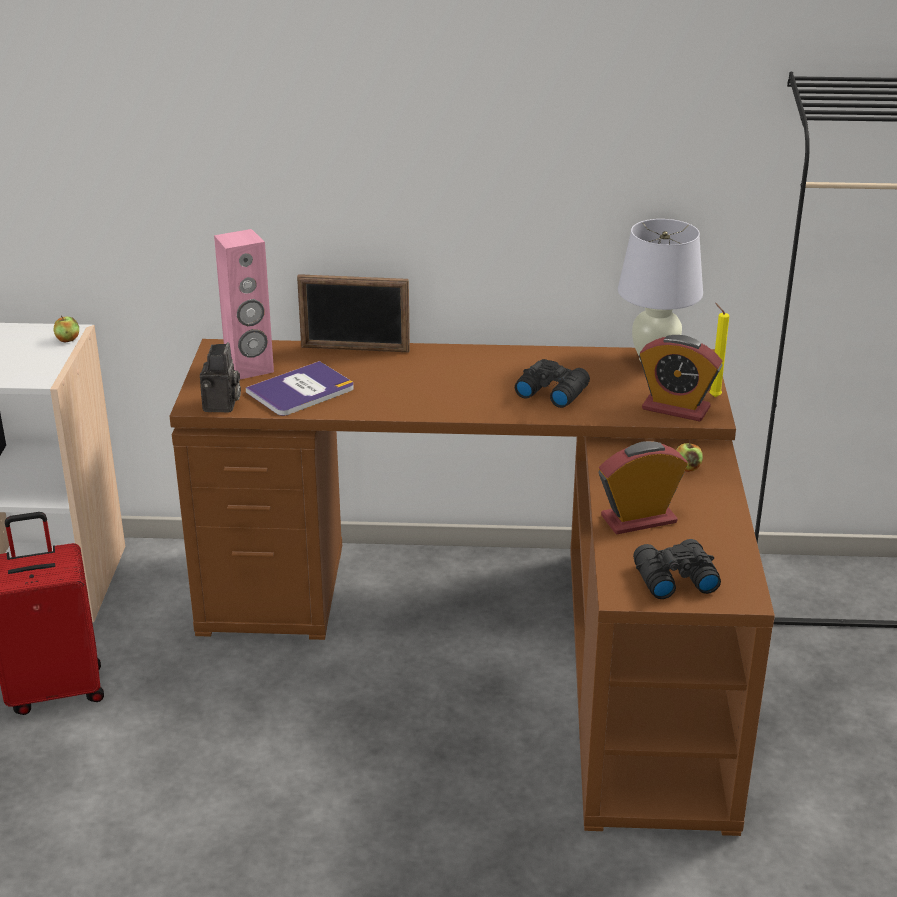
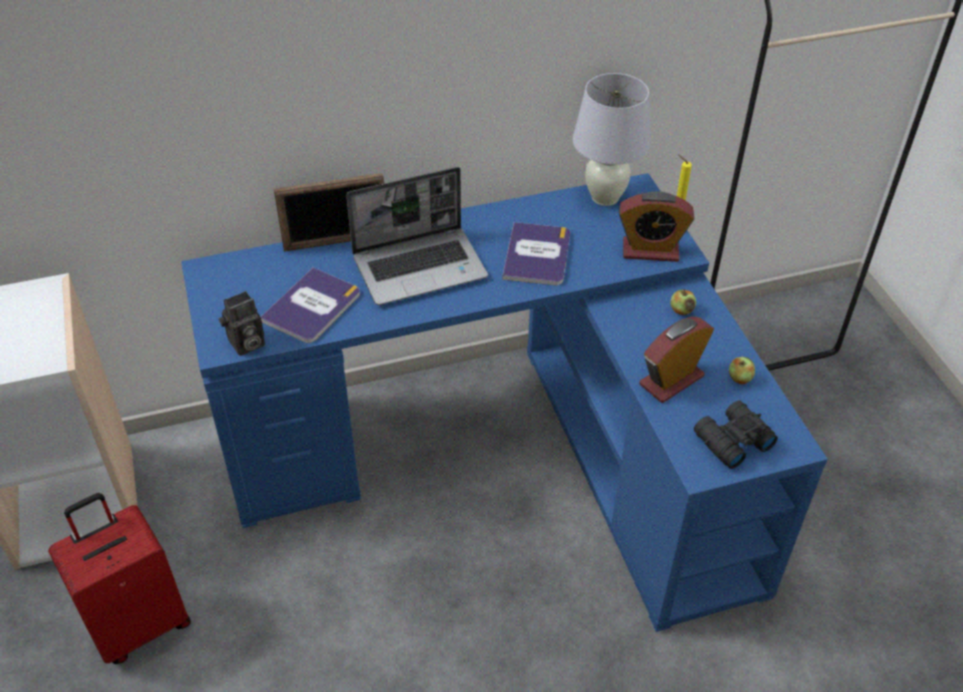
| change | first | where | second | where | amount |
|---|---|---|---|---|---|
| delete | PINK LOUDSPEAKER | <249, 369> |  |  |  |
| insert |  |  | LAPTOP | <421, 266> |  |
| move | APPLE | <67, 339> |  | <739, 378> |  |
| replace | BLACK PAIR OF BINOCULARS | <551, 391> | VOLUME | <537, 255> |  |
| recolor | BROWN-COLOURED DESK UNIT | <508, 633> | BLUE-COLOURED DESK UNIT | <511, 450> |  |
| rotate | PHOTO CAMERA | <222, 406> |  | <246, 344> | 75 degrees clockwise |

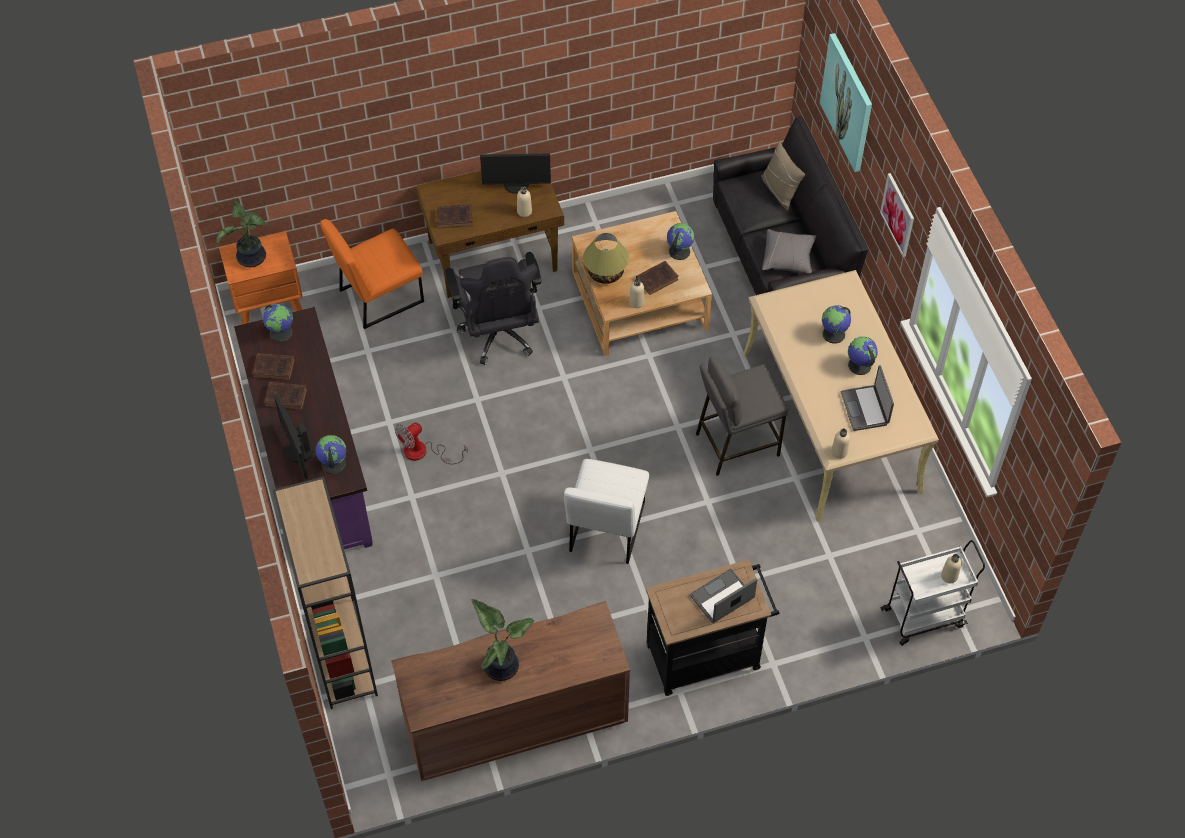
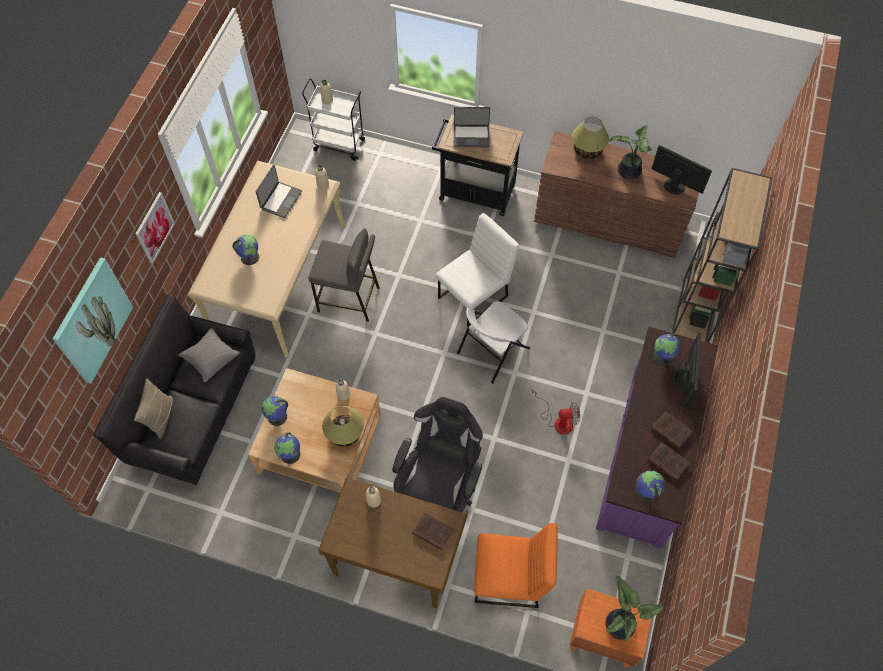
| change | first | where | second | where | amount |
|---|---|---|---|---|---|
| delete | BROWN-COLOURED VOLUME | <658, 279> |  |  |  |
| insert |  |  | WHITISH PLAIN CHAIR | <493, 350> |  |
| insert |  |  | TABLE LAMP | <587, 151> |  |
| move | COMPUTER SCREEN | <516, 185> |  | <674, 185> |  |
| move | WORLD GLOBE | <859, 365> |  | <290, 454> |  |

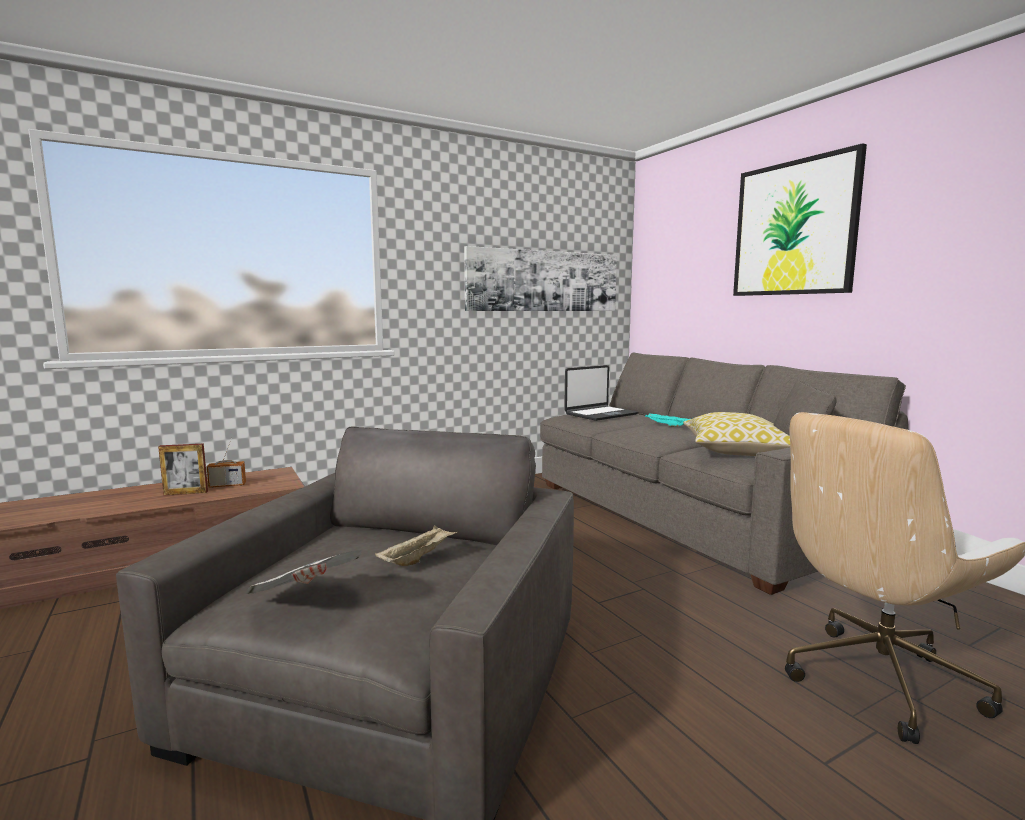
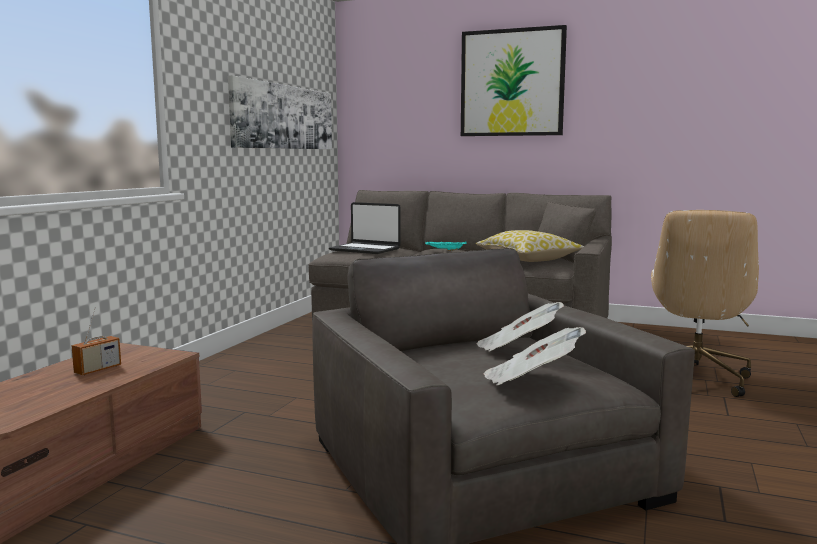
| change | first | where | second | where | amount |
|---|---|---|---|---|---|
| delete | STANDING FRAME | <186, 493> |  |  |  |
| replace | BEIGE-COLOURED SERVING TRAY | <418, 558> | NEWSPAPER | <517, 348> |  |
| rotate | LAPTOP | <600, 414> |  | <365, 249> | 105 degrees clockwise |

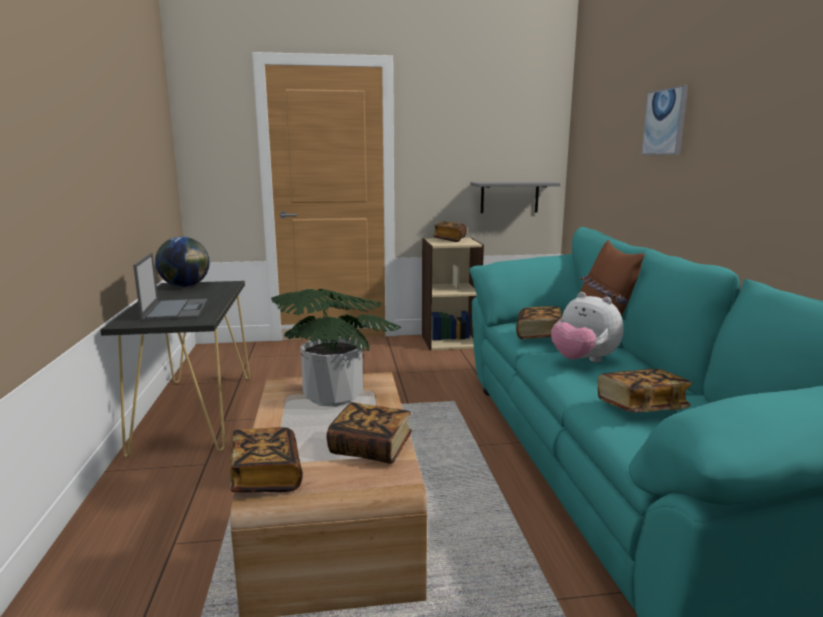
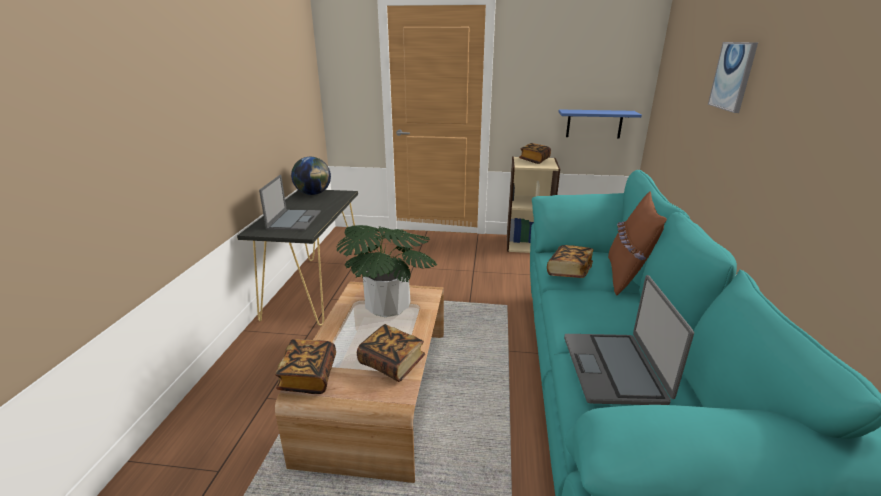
| change | first | where | second | where | amount |
|---|---|---|---|---|---|
| delete | CUDDLY TOY | <583, 360> |  |  |  |
| replace | VOLUME | <641, 407> | LAPTOP | <614, 369> |  |
| recolor | GRAY BRACKET SHELF | <509, 197> | BLUE-COLOURED BRACKET SHELF | <594, 124> |  |

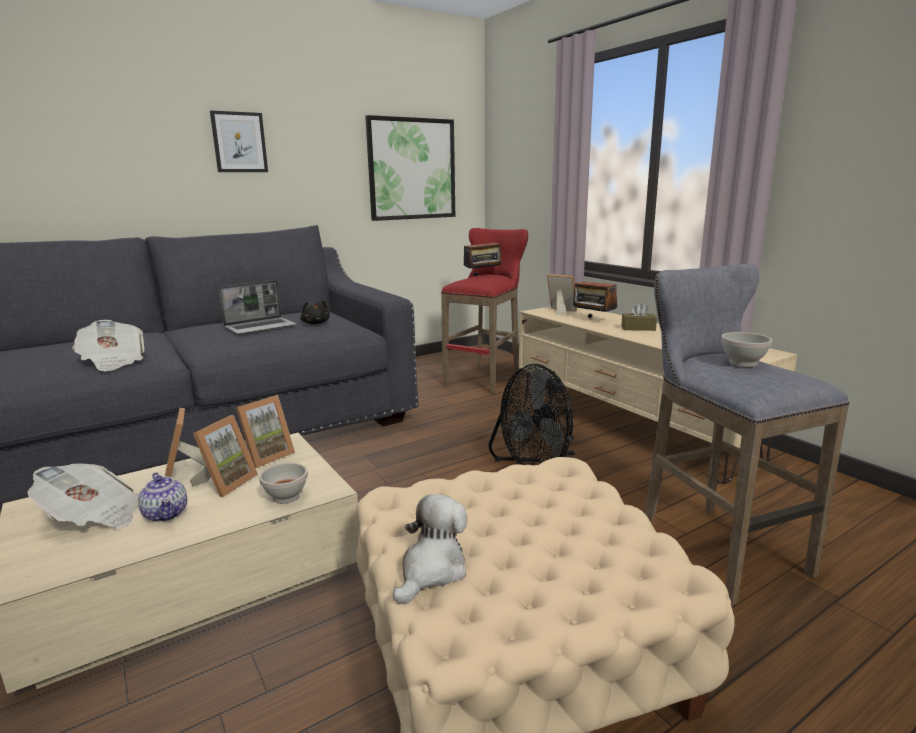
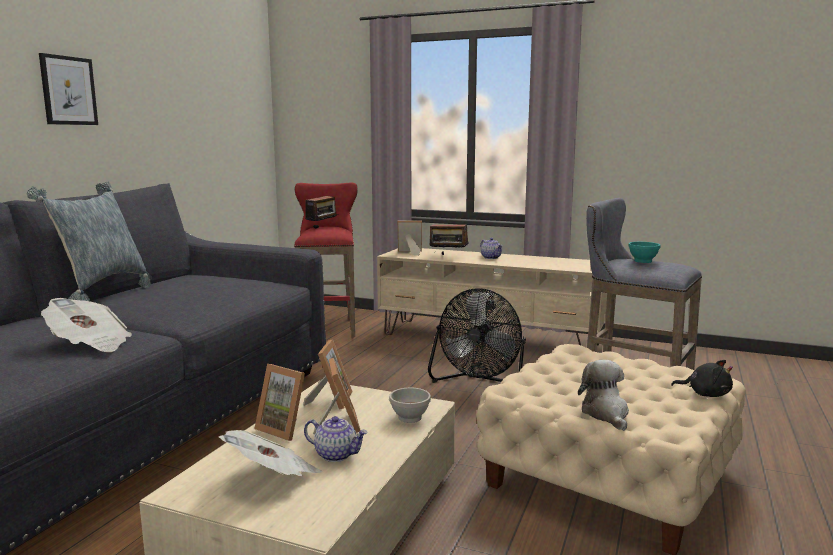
| change | first | where | second | where | amount |
|---|---|---|---|---|---|
| delete | LAPTOP | <261, 327> |  |  |  |
| delete | PICTURE | <412, 169> |  |  |  |
| insert |  |  | THROW PILLOW | <99, 296> |  |
| move | BLACK CUDDLY TOY | <316, 323> |  | <705, 394> |  |
| replace | BROWN-COLOURED TISSUE BOX | <638, 328> | POT FOR TEA | <491, 257> |  |
| recolor | WHITISH BOWL | <742, 363> | BLUE-GREEN BOWL | <642, 261> |  |

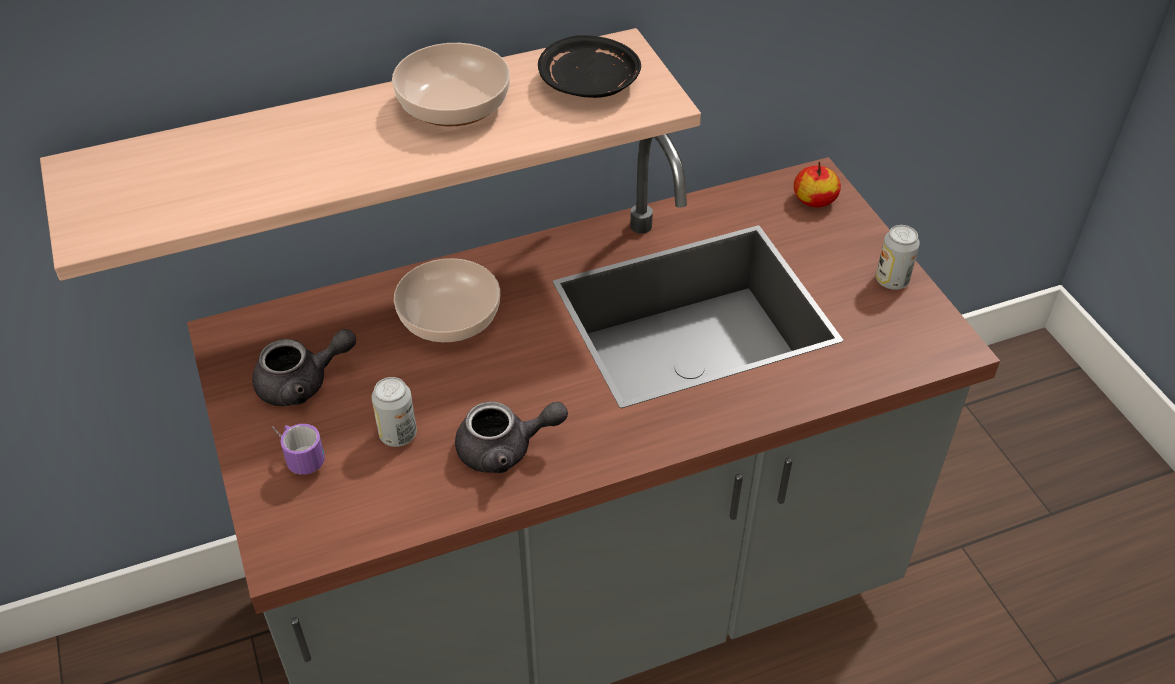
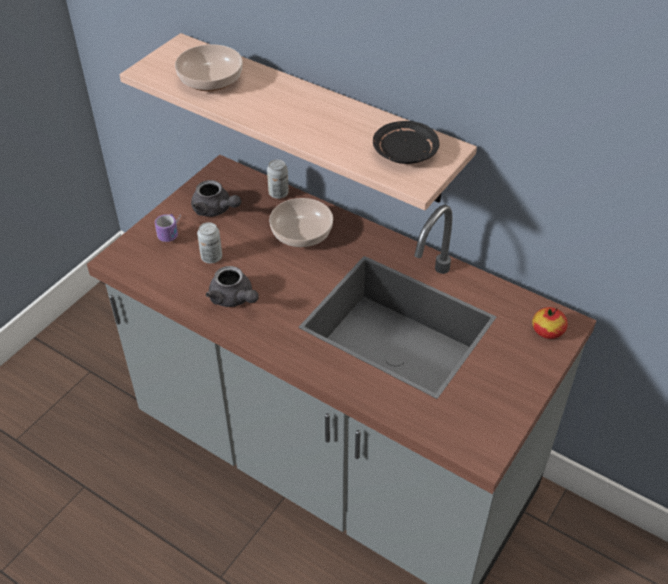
| change | first | where | second | where | amount |
|---|---|---|---|---|---|
| move | BOWL | <455, 106> |  | <210, 81> |  |
| move | CAN | <891, 280> |  | <278, 193> |  |

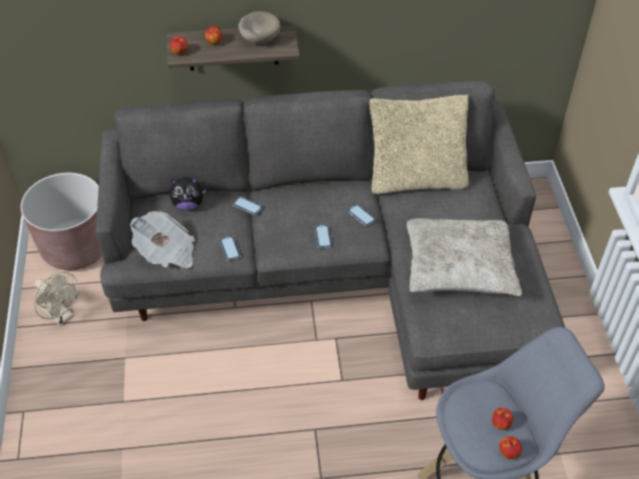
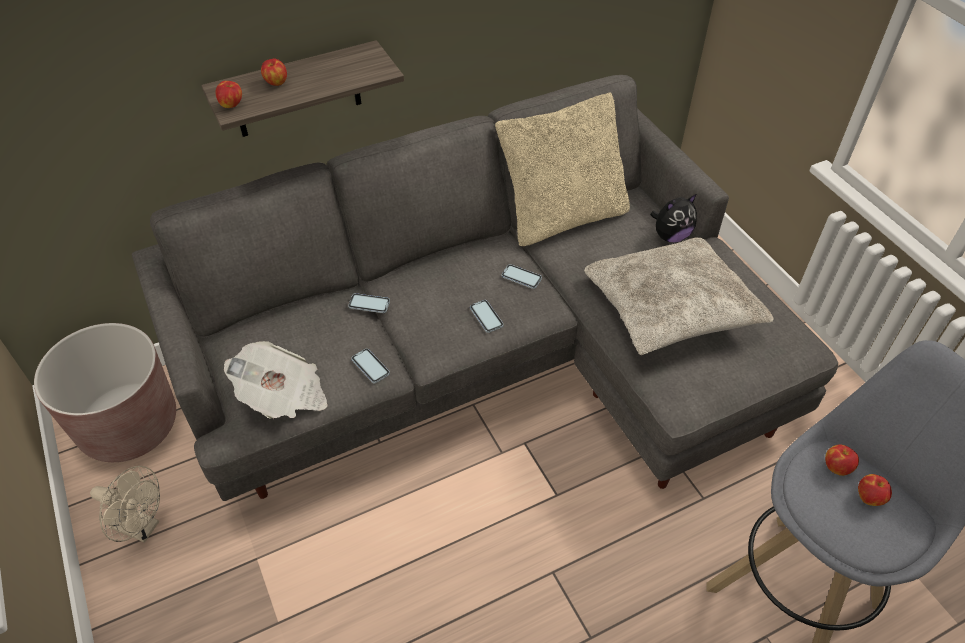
| change | first | where | second | where | amount |
|---|---|---|---|---|---|
| delete | BEIGE-COLOURED BOWL | <259, 38> |  |  |  |
| move | CUDDLY TOY | <188, 205> |  | <670, 236> |  |
| move | APPLE | <509, 452> |  | <836, 467> |  |

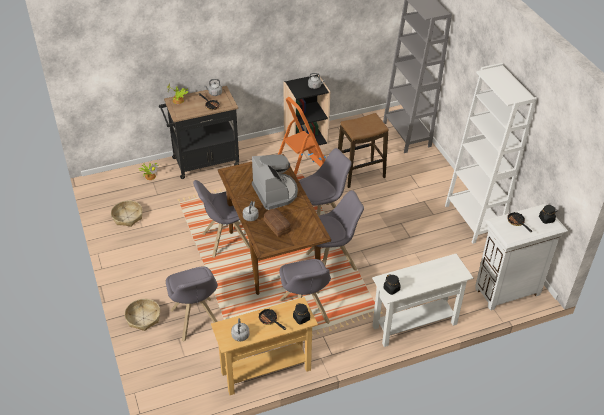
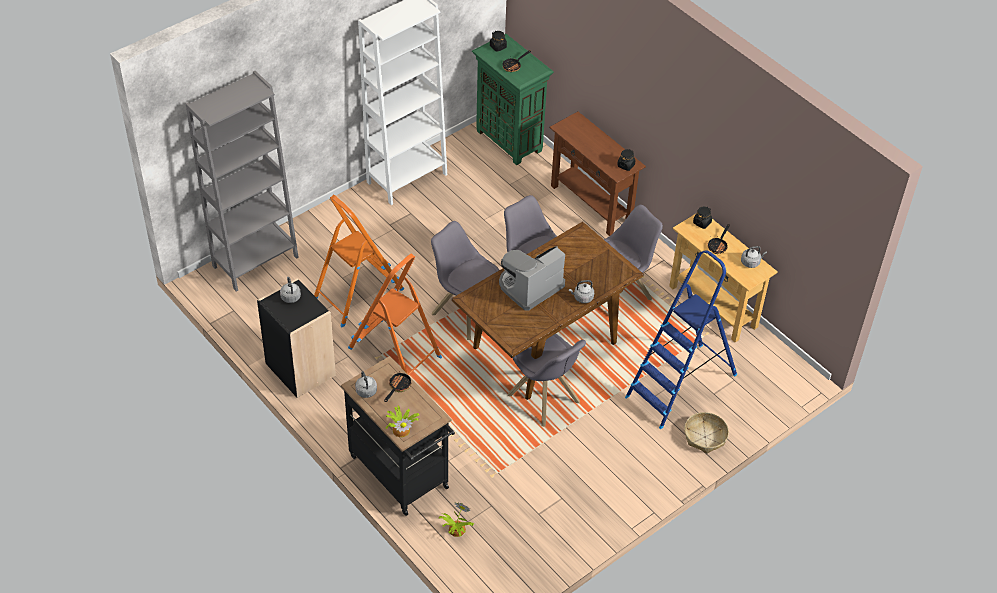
| change | first | where | second | where | amount |
|---|---|---|---|---|---|
| delete | BASKET | <127, 217> |  |  |  |
| delete | BAKED BREAD | <277, 225> |  |  |  |
| replace | GRAY PLAIN CHAIR | <196, 320> | BLUE-COLOURED STEP LADDER | <681, 386> |  |
| replace | STOOL SEAT | <360, 174> | ORANGE STEP LADDER | <359, 293> |  |
| recolor | WHITISH NARROW TABLE | <414, 325> | BROWN-COLOURED NARROW TABLE | <591, 204> |  |
| recolor | WHITISH CUPBOARD | <507, 292> | GREENISH CUPBOARD | <510, 141> |  |

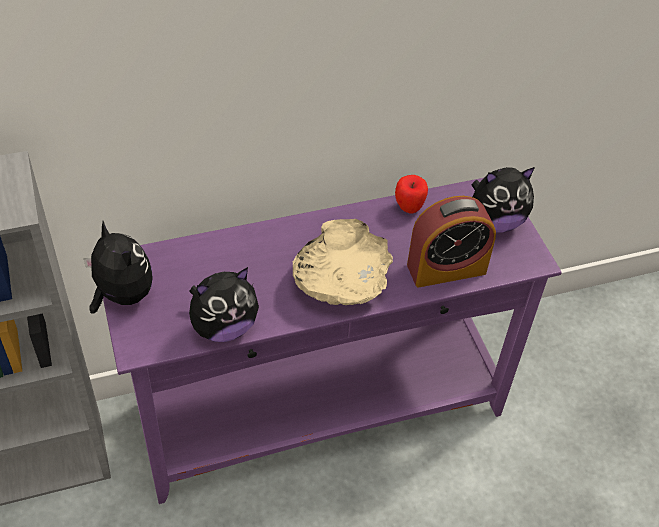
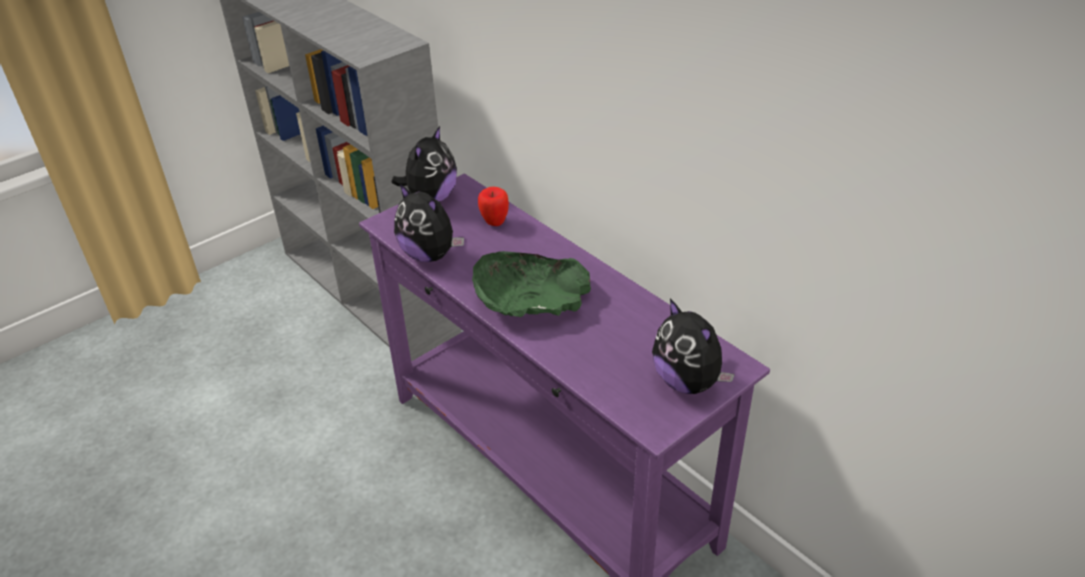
| change | first | where | second | where | amount |
|---|---|---|---|---|---|
| delete | BEDSIDE CLOCK | <446, 269> |  |  |  |
| move | APPLE | <408, 209> |  | <494, 222> |  |
| recolor | BEIGE-COLOURED BOWL | <342, 277> | GREENISH BOWL | <529, 299> |  |

